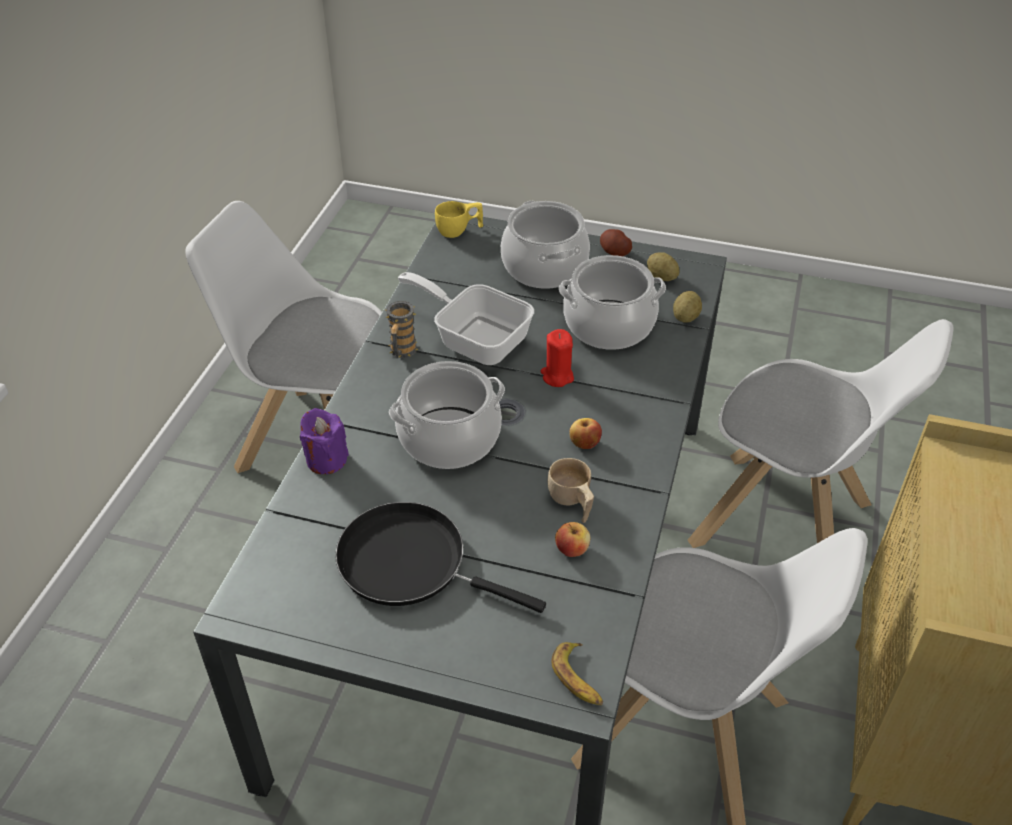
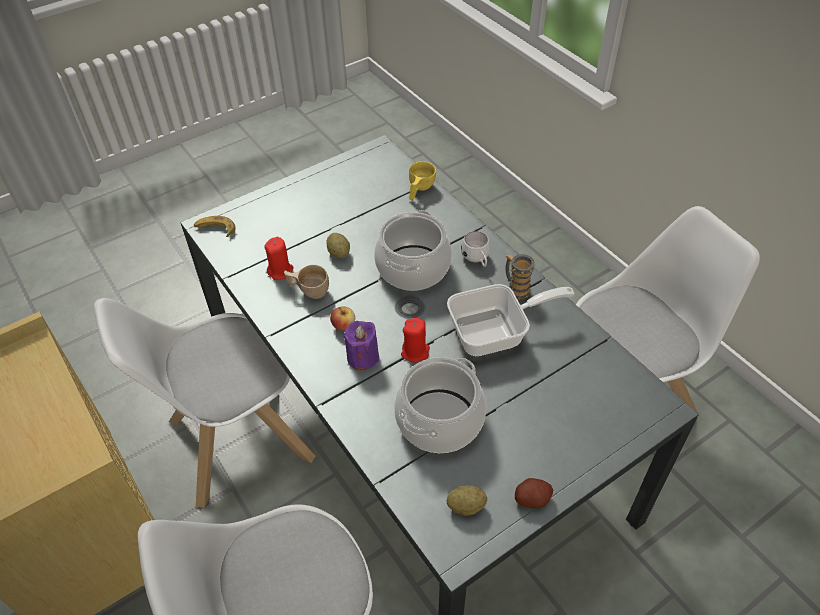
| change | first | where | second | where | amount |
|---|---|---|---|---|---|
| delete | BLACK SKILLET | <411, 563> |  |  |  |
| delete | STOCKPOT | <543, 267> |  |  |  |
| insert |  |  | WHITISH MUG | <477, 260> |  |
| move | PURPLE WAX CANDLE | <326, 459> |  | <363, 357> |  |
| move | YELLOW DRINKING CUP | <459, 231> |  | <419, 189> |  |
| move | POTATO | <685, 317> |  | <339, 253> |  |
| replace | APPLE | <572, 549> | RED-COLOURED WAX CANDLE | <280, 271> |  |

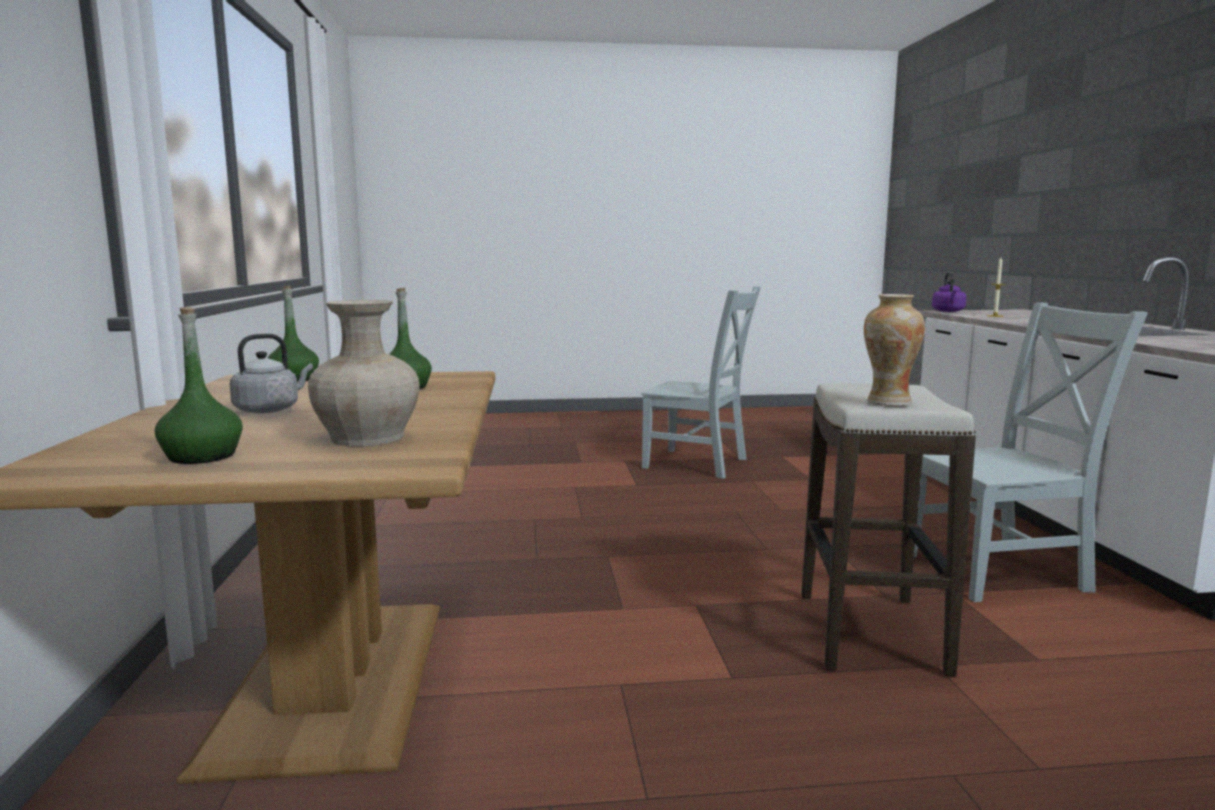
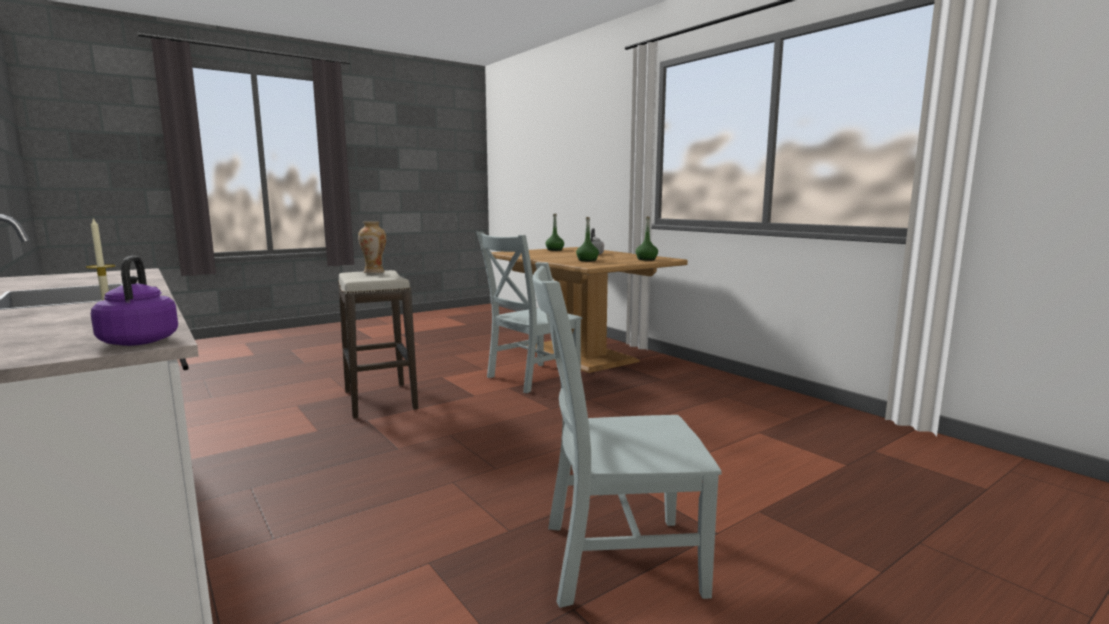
| change | first | where | second | where | amount |
|---|---|---|---|---|---|
| delete | BEIGE-COLOURED DECORATIVE VASE | <366, 438> |  |  |  |
| move | GRAY PLAIN CHAIR | <1002, 572> |  | <530, 378> |  |

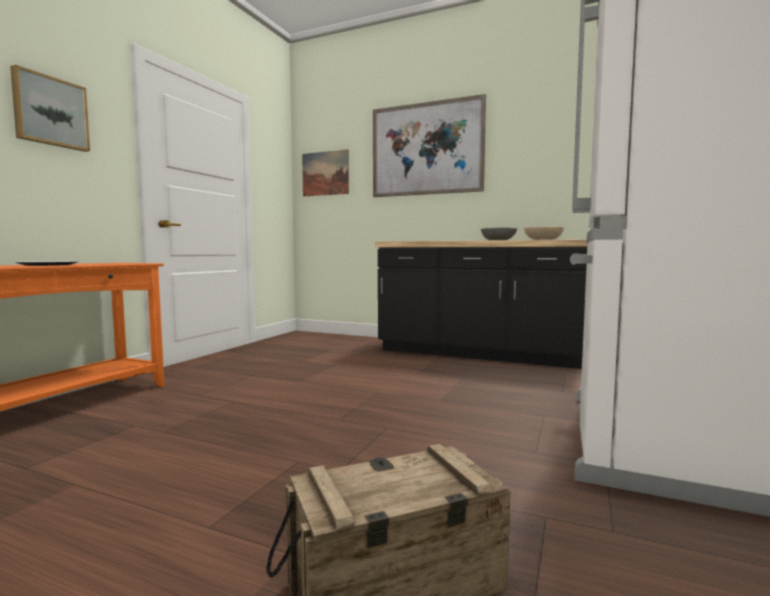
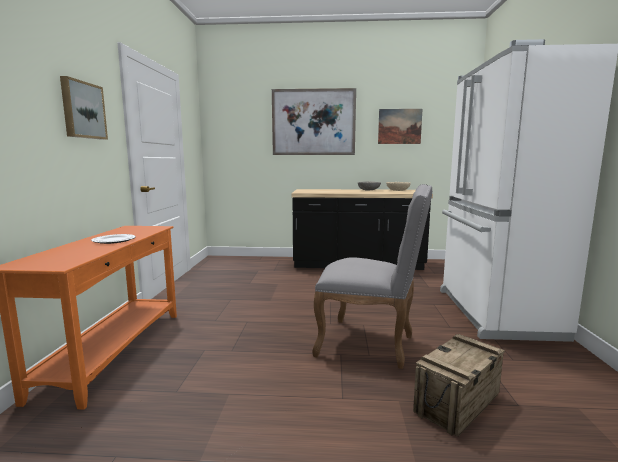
| change | first | where | second | where | amount |
|---|---|---|---|---|---|
| insert |  |  | GRAY PLAIN CHAIR | <368, 344> |  |
| move | PICTURE | <325, 173> |  | <399, 126> |  |

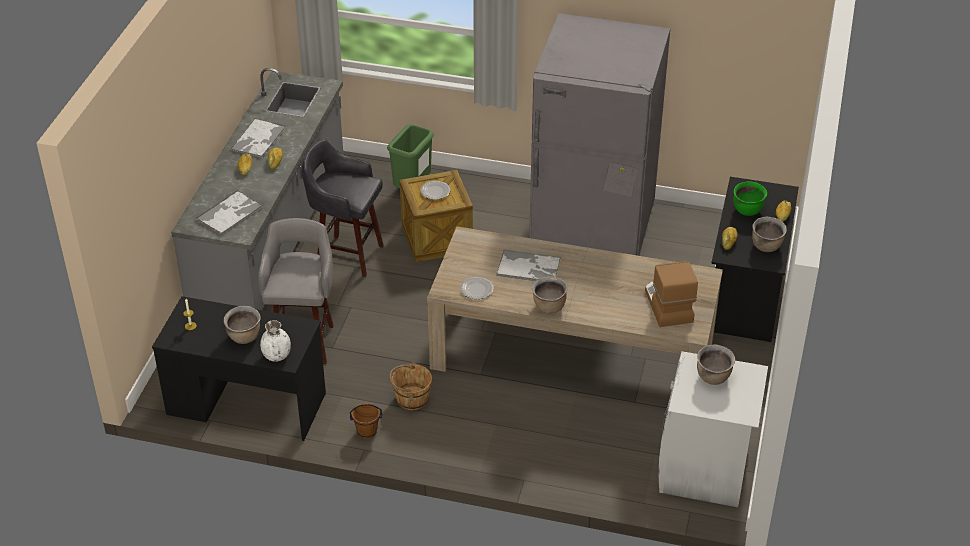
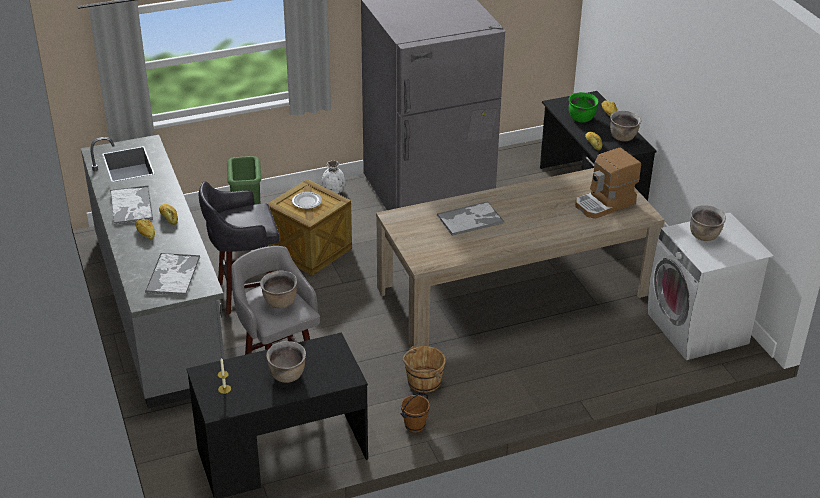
| change | first | where | second | where | amount |
|---|---|---|---|---|---|
| delete | DINNER PLATE | <476, 289> |  |  |  |
| move | WHITISH DECORATIVE VASE | <276, 356> |  | <333, 191> |  |
| move | BROWN-COLOURED STOCKPOT | <549, 307> |  | <280, 302> |  |
| rotate | COFFEE MACHINE | <667, 306> |  | <605, 204> | 75 degrees counterclockwise |

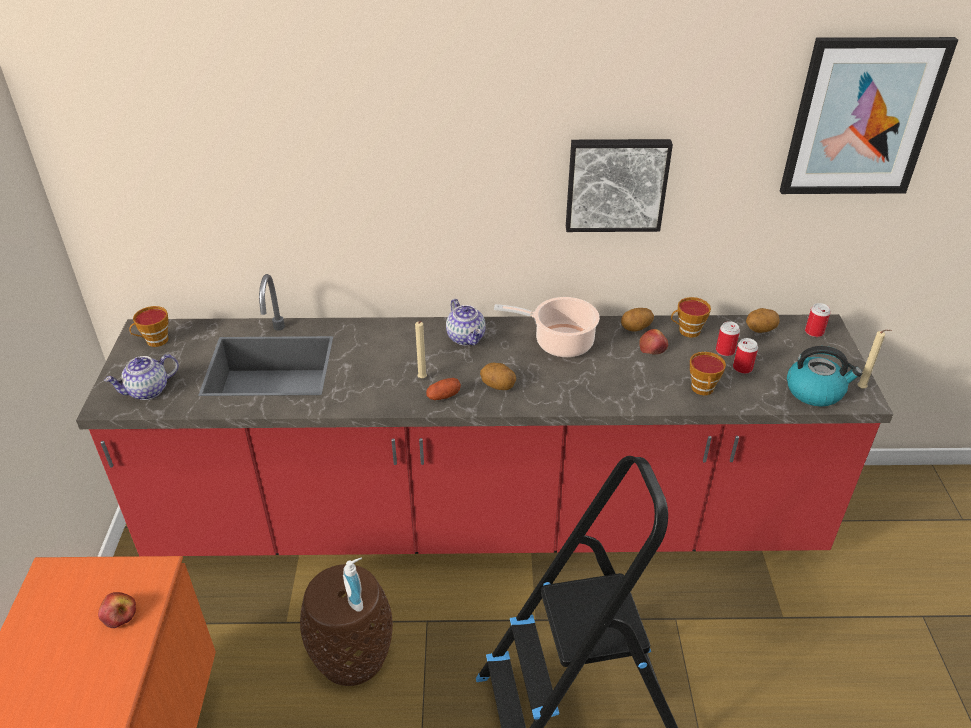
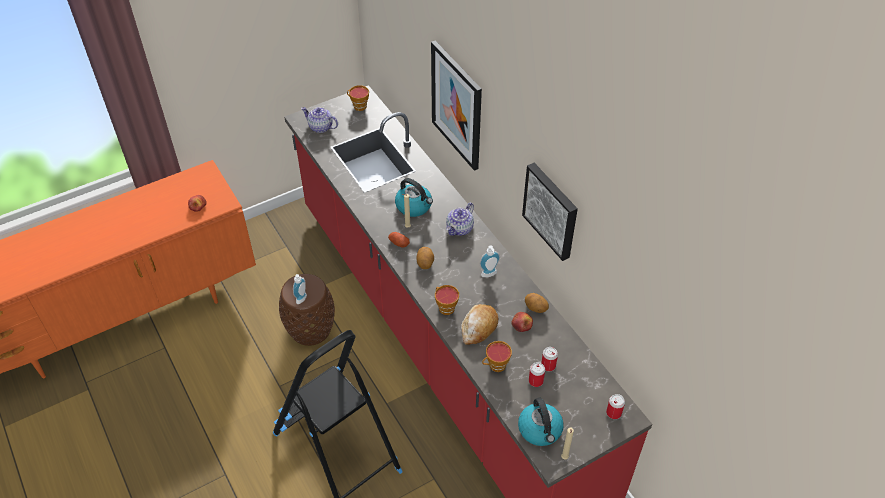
| change | first | where | second | where | amount |
|---|---|---|---|---|---|
| delete | POTATO | <760, 330> |  |  |  |
| insert |  |  | WATER KETTLE | <414, 206> |  |
| insert |  |  | BAKED BREAD | <479, 327> |  |
| move | DRINKING CUP | <687, 331> |  | <445, 307> |  |
| move | PICTURE | <862, 118> |  | <457, 105> |  |
| replace | STOCKPOT | <559, 342> | SOAP DISPENSER | <489, 275> |  |

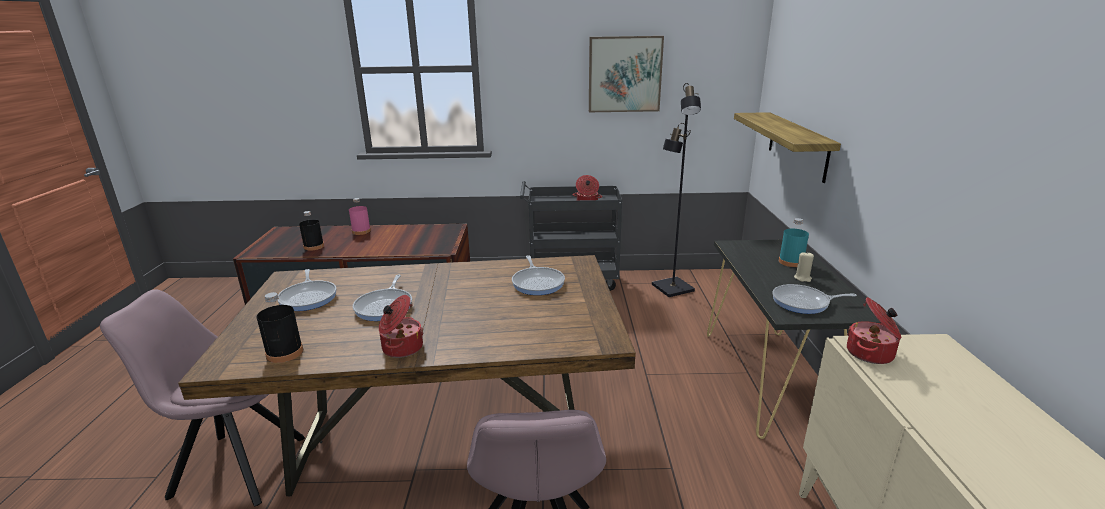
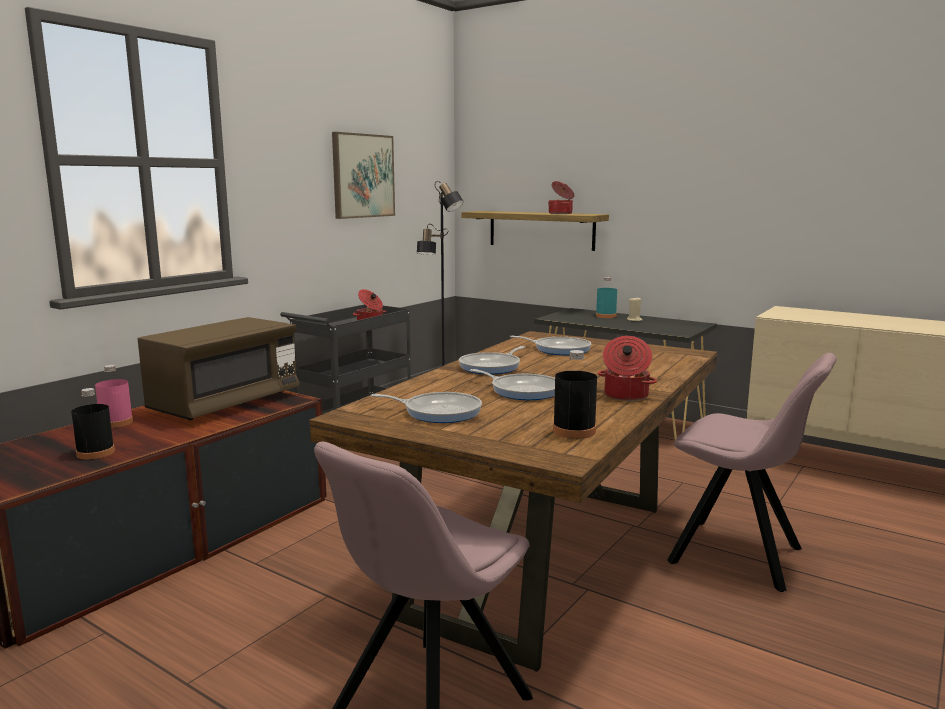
| change | first | where | second | where | amount |
|---|---|---|---|---|---|
| insert |  |  | BROWN-COLOURED KITCHEN MICROWAVE | <225, 403> |  |
| move | SKILLET | <803, 303> |  | <492, 367> |  |
| move | STOCKPOT | <871, 354> |  | <561, 213> |  |

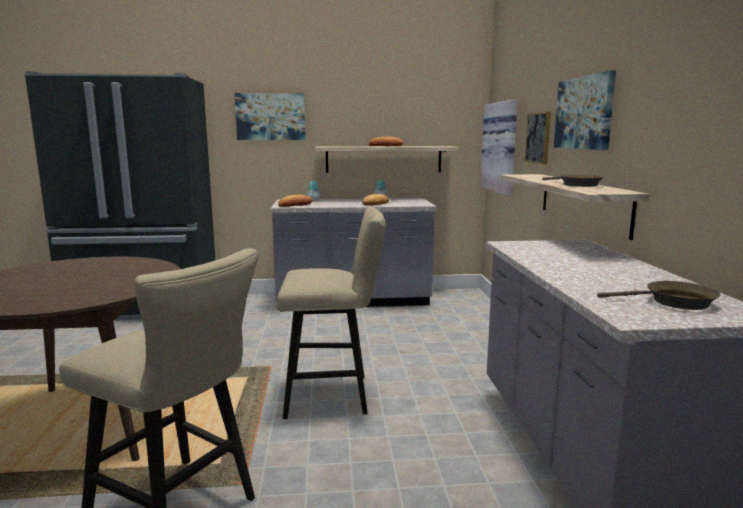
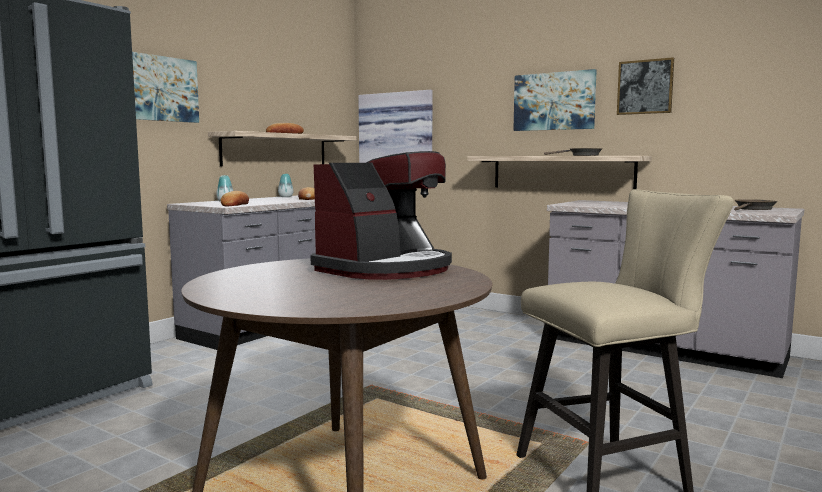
| change | first | where | second | where | amount |
|---|---|---|---|---|---|
| delete | BEIGE-COLOURED STOOL SEAT | <334, 395> |  |  |  |
| insert |  |  | COFFEE MACHINE | <386, 269> |  |
| move | PICTURE | <538, 138> |  | <645, 87> |  |

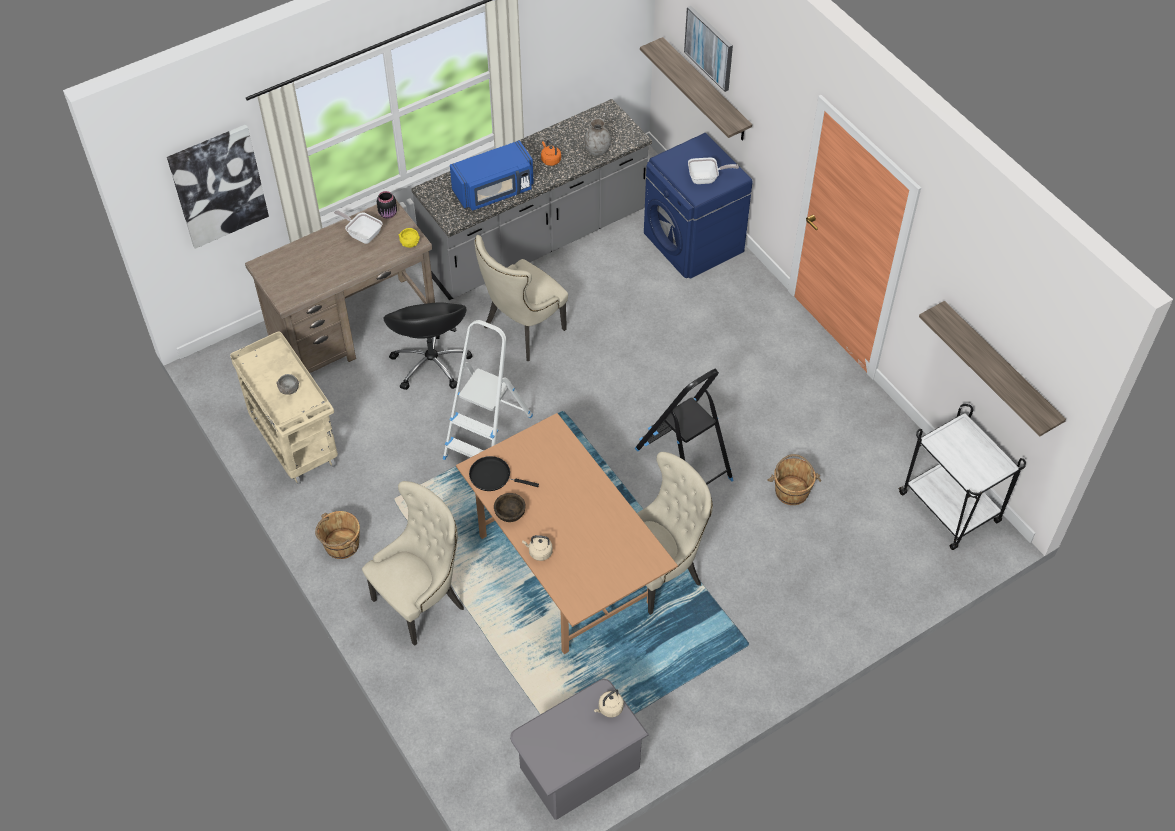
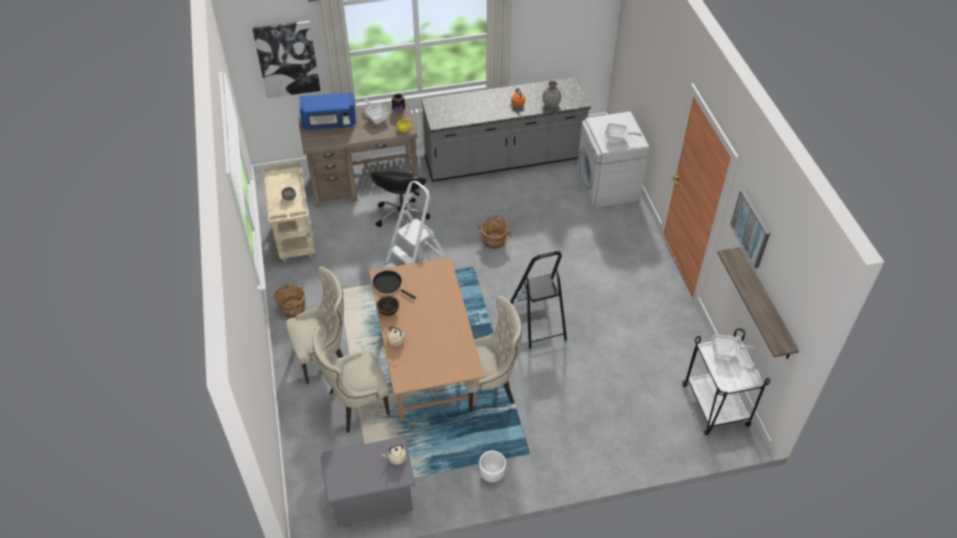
| change | first | where | second | where | amount |
|---|---|---|---|---|---|
| delete | BRACKET SHELF | <705, 90> |  |  |  |
| insert |  |  | WHITISH FLOWER POT | <492, 475> |  |
| insert |  |  | SKILLET | <726, 353> |  |
| move | BLUE-COLOURED KITCHEN MICROWAVE | <494, 191> |  | <329, 122> |  |
| move | BEIGE-COLOURED PLAIN CHAIR | <523, 330> |  | <357, 405> |  |
| move | PICTURE | <709, 48> |  | <751, 228> |  |
| move | BROWN-COLOURED WATER BUCKET | <791, 491> |  | <494, 240> |  |
| recolor | BLUE-COLOURED LAUNDRY APPLIANCE | <692, 242> | WHITISH LAUNDRY APPLIANCE | <606, 186> |  |

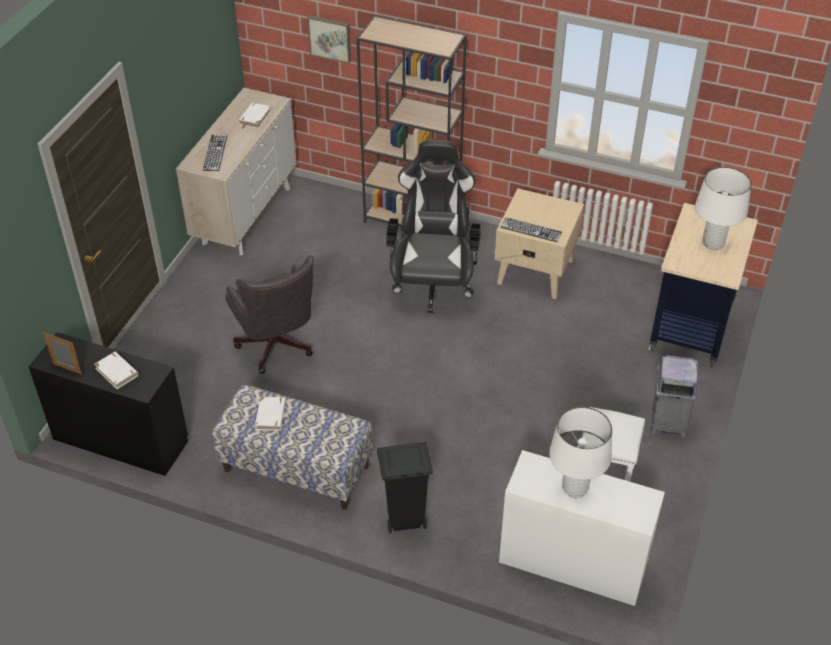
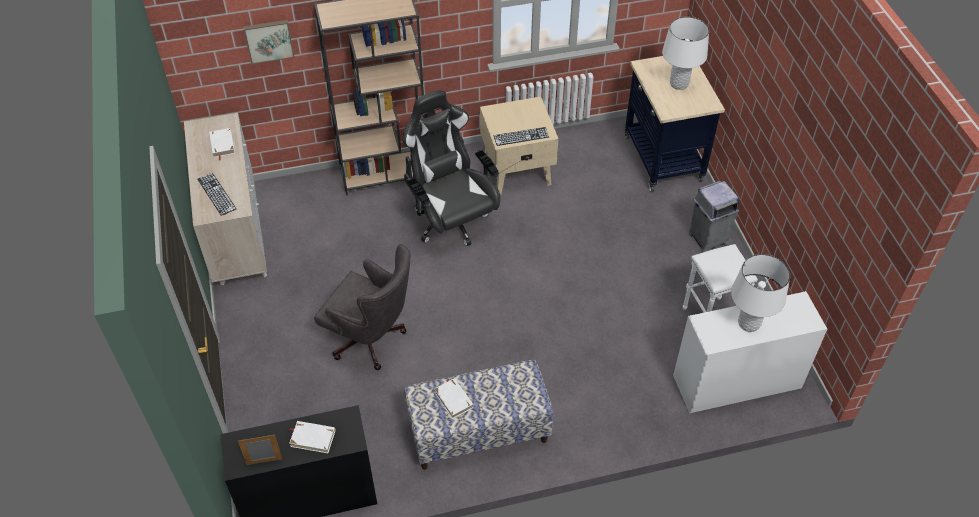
| change | first | where | second | where | amount |
|---|---|---|---|---|---|
| delete | BLACK RUBBISH BIN | <404, 520> |  |  |  |

